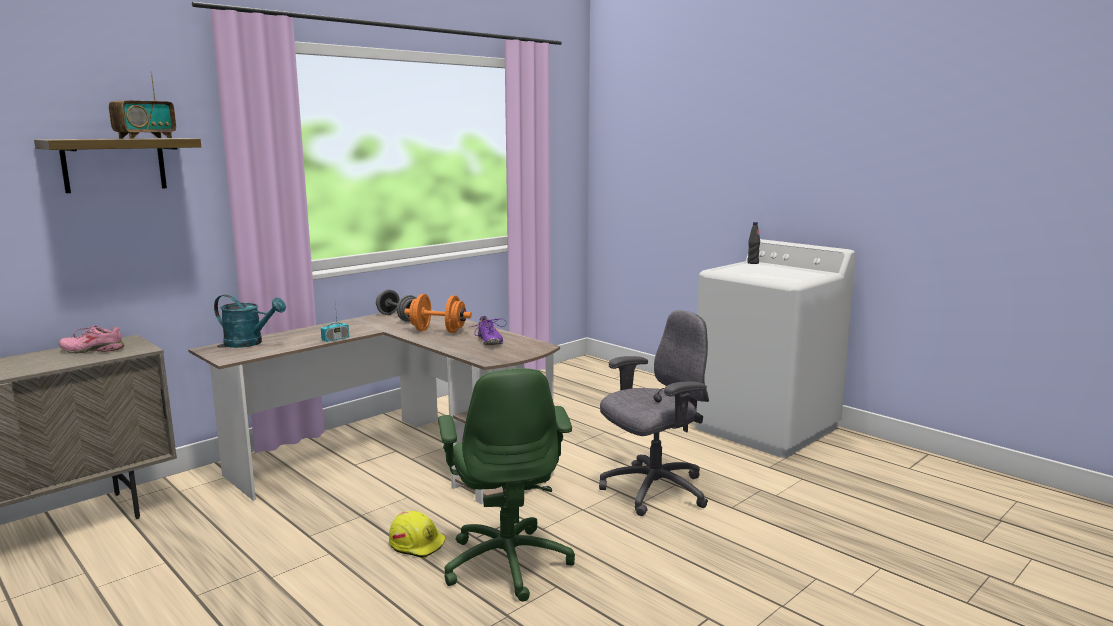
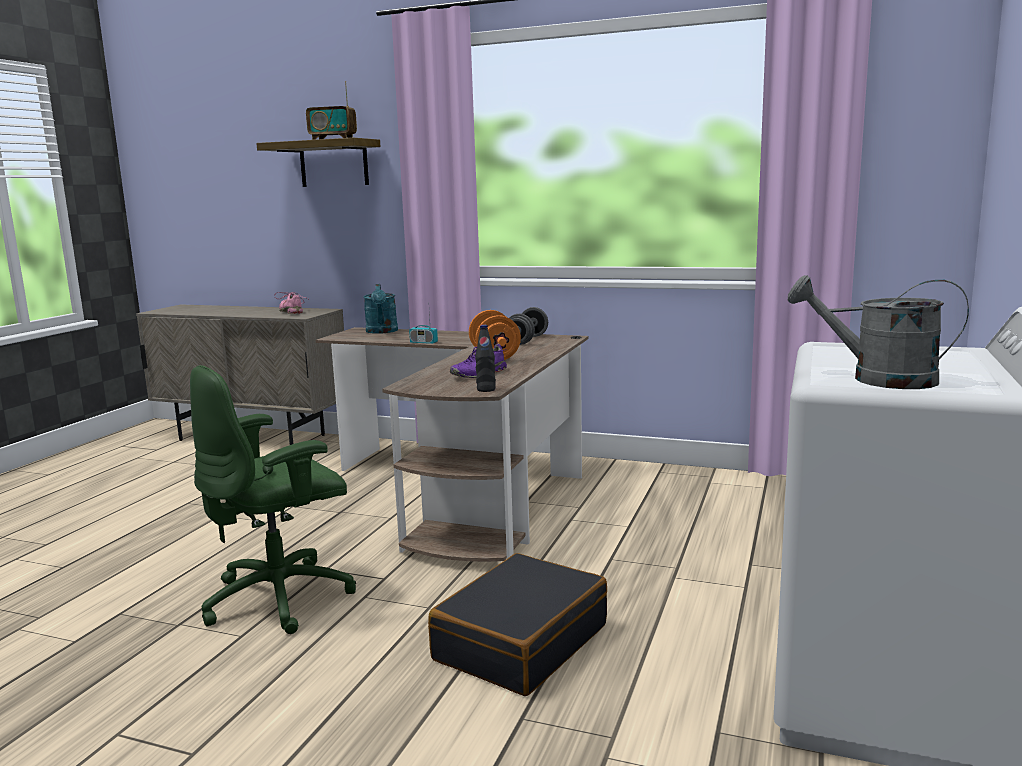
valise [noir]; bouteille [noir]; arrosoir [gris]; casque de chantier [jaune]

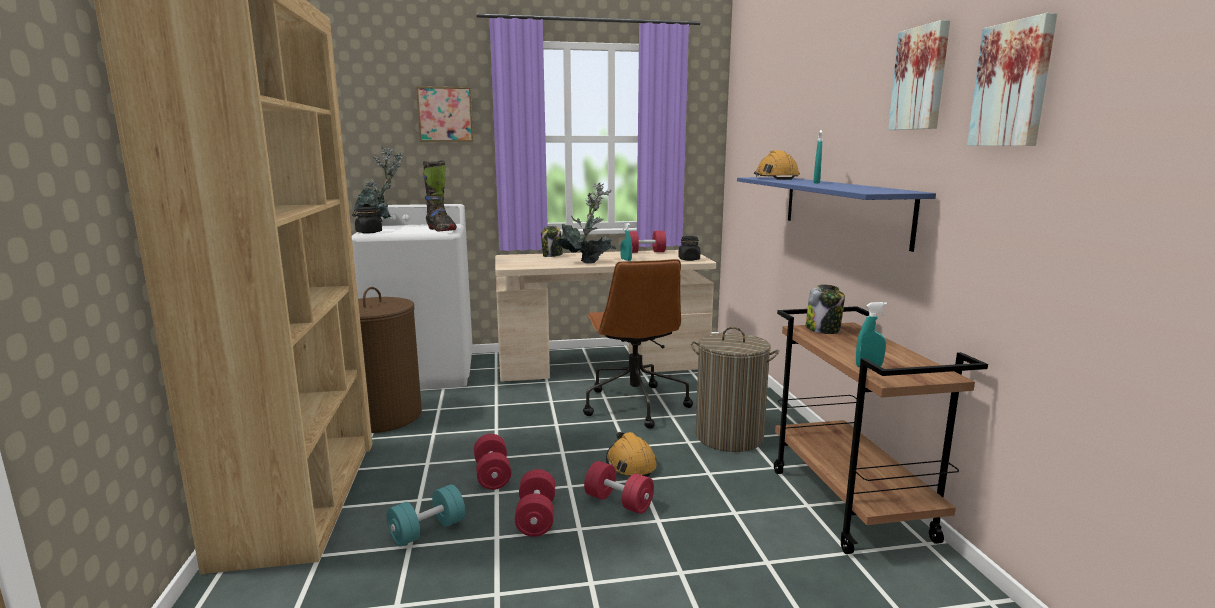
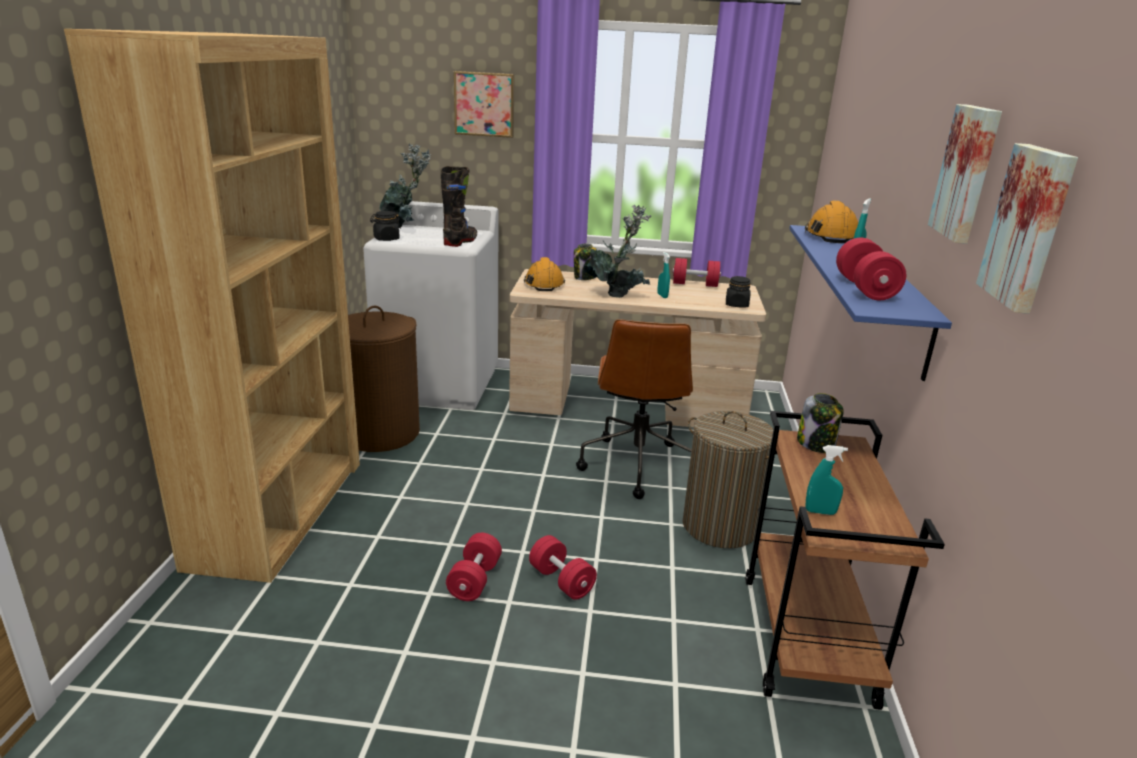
botte [noir]; casque de chantier [orange] (1st from left); haltère [rouge] (4th from left); haltère [turquoise]

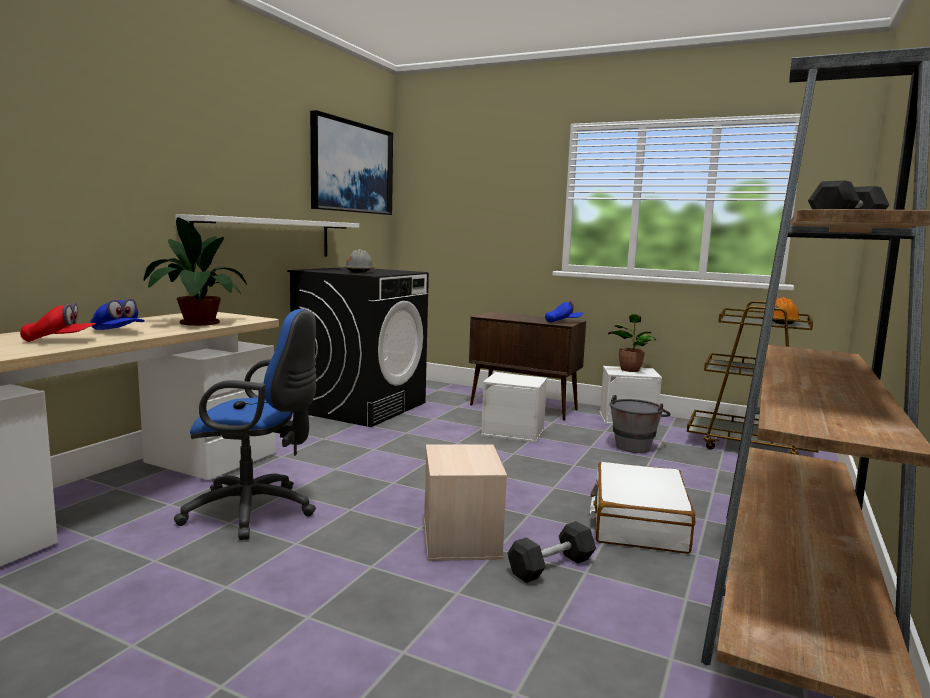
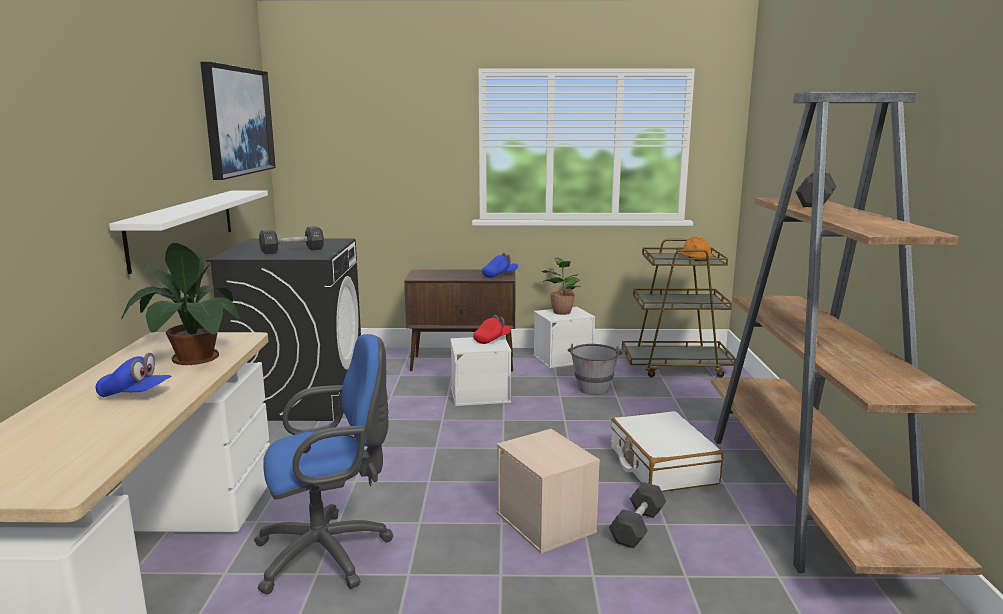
haltère [noir] (1st from left); casquette [rouge]

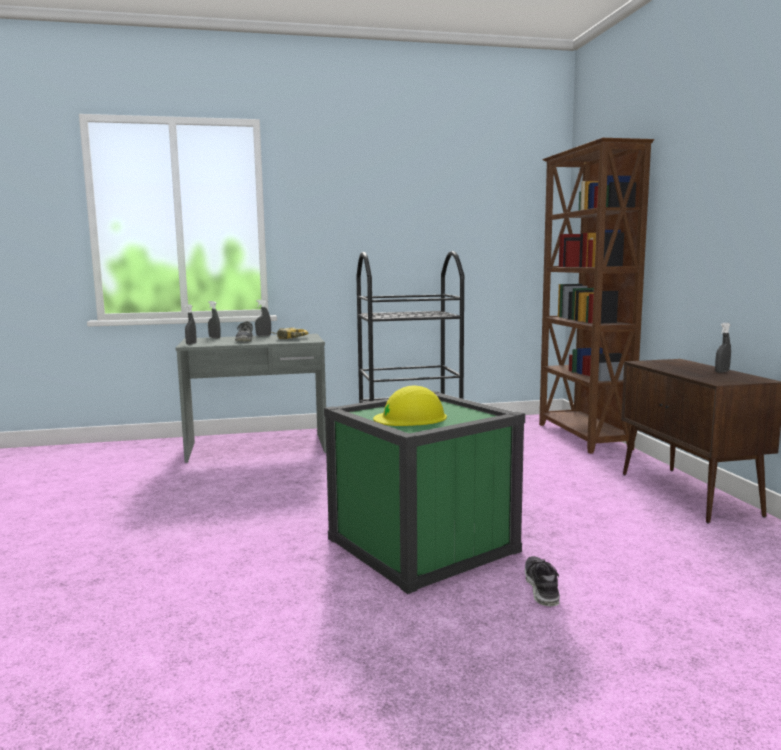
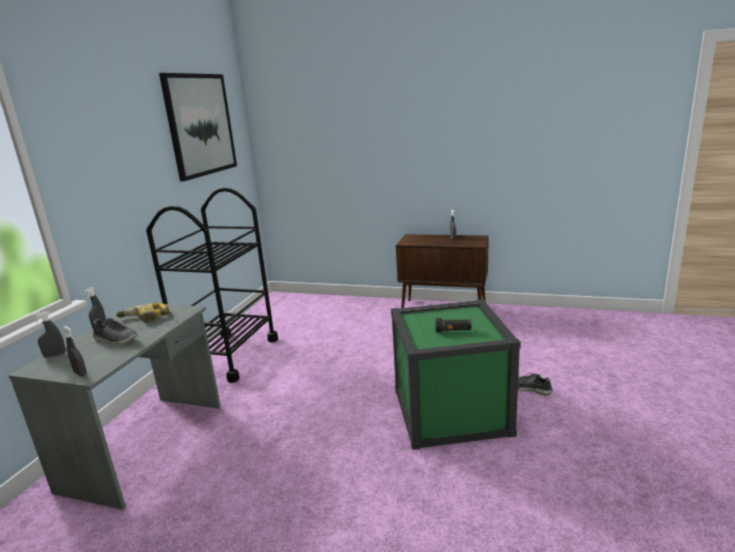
tableau; lampe de poche [noir]; bibliothèque [marron]

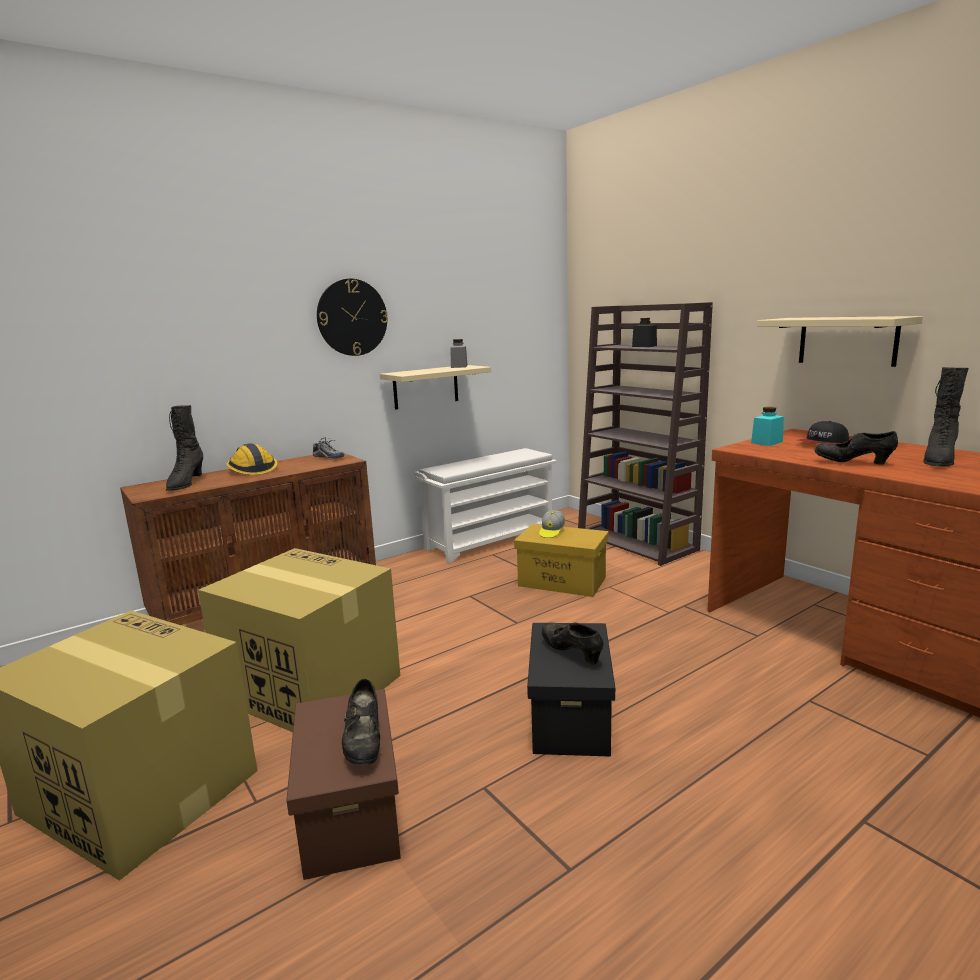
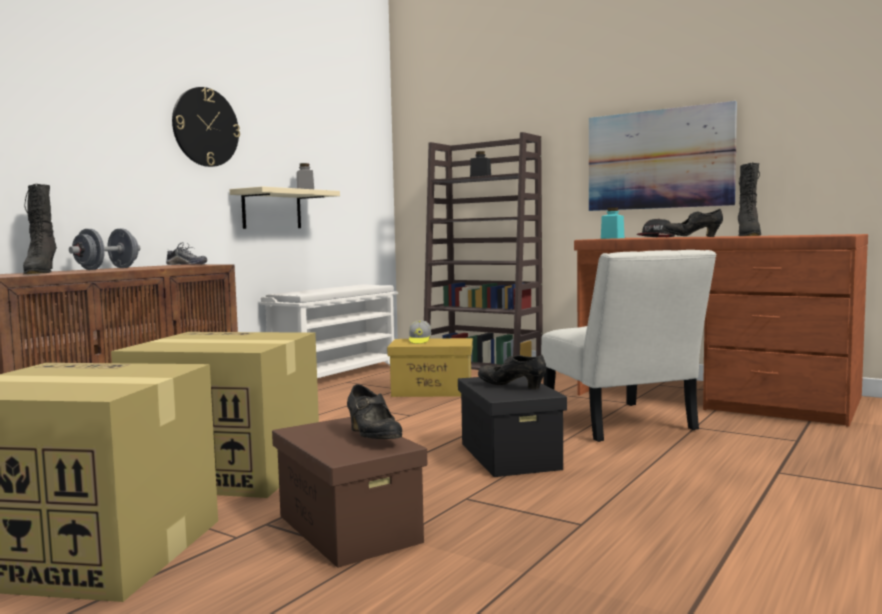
haltère [gris]; chaise [blanc]; tableau

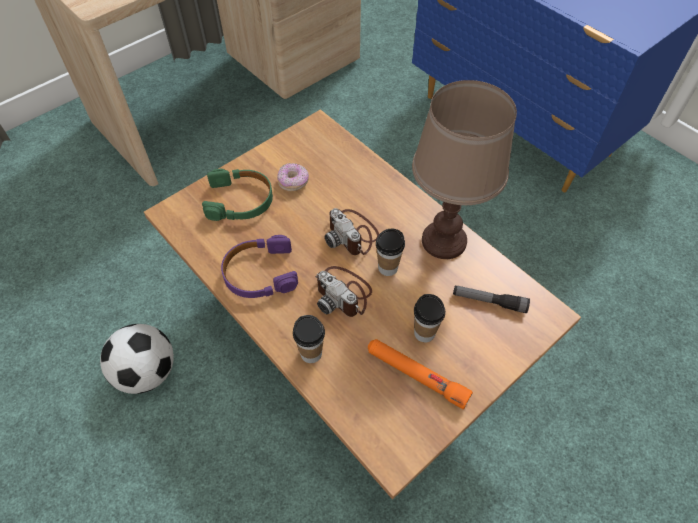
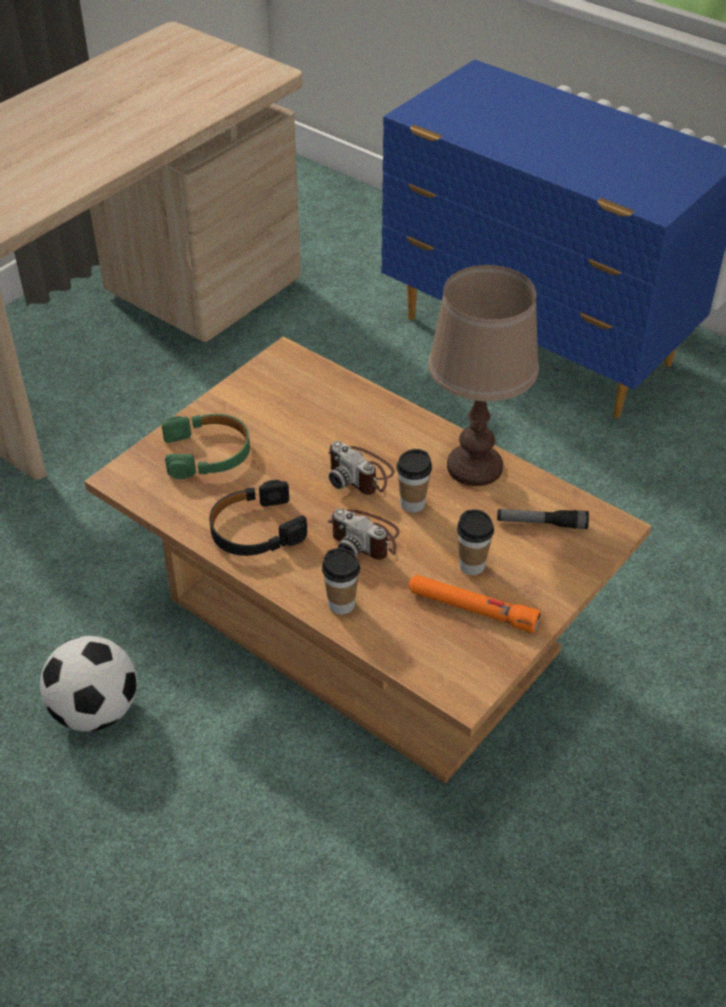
casque audio [noir]; beignet

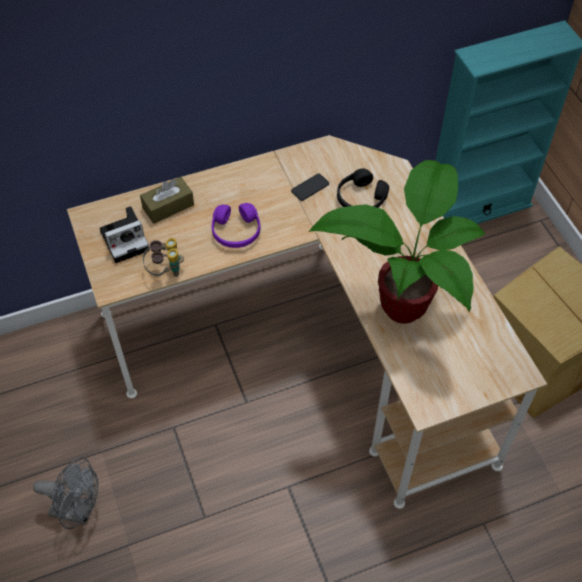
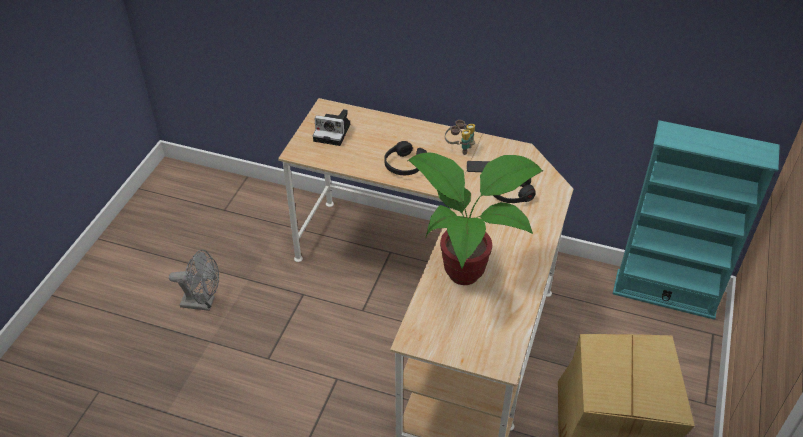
ventilateur [gris]; casque audio [noir] (1st from left); jumelles; boîte à mouchoirs [marron]

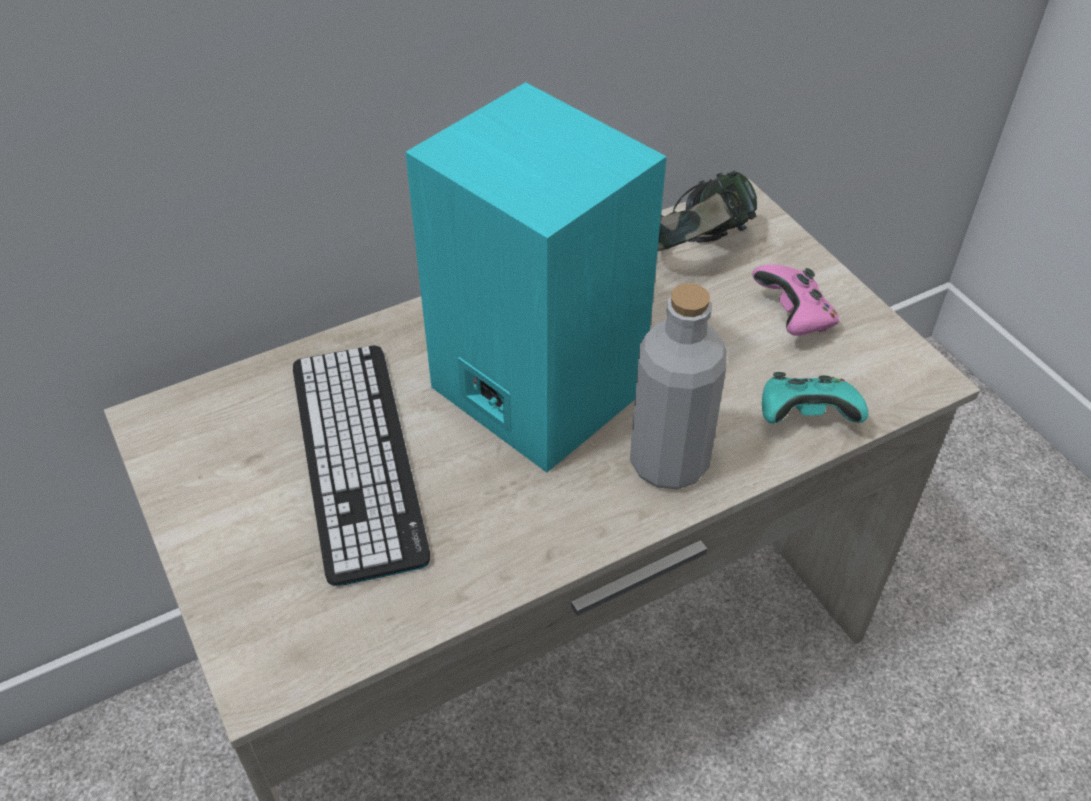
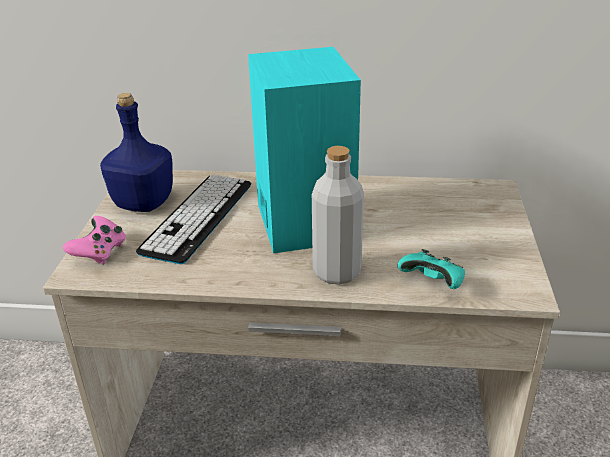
manette [rose]; bouteille [bleu]; casque audio

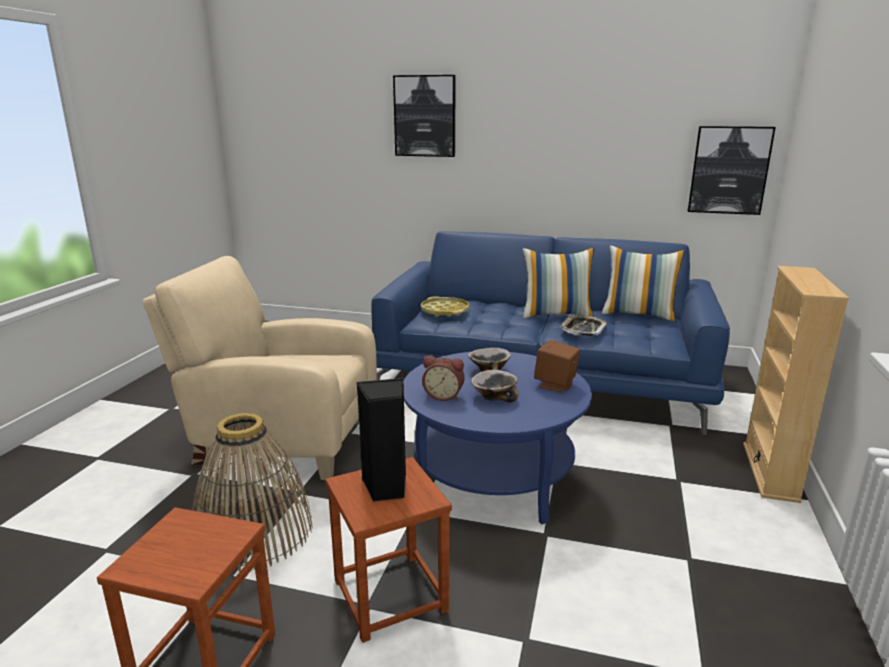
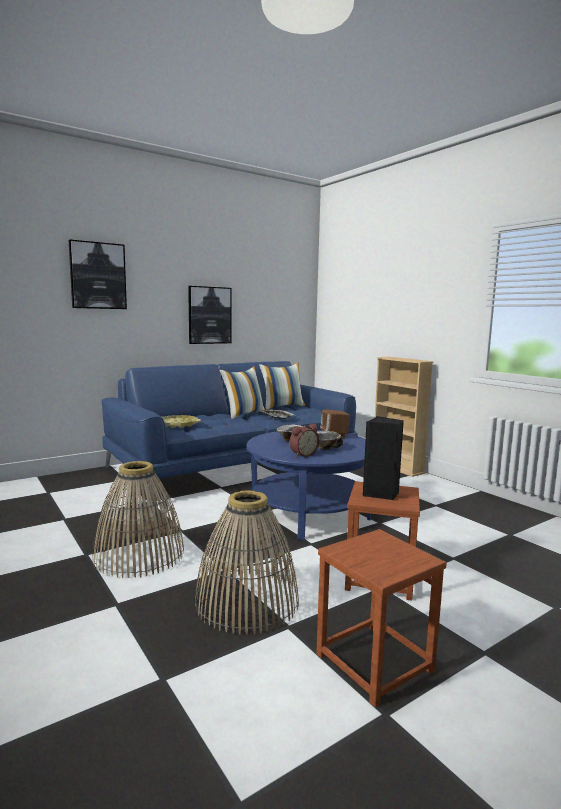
panier (1st from left); tableau (2nd from left)

